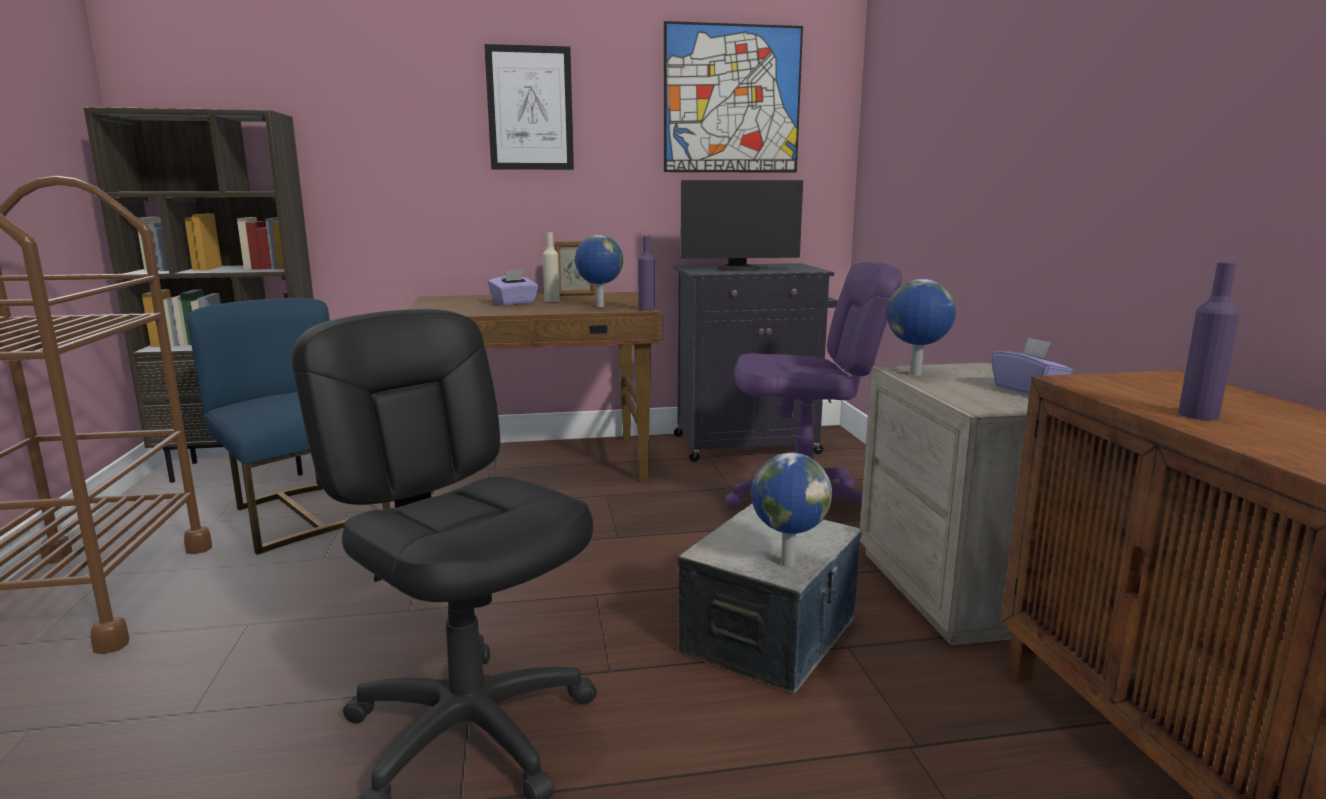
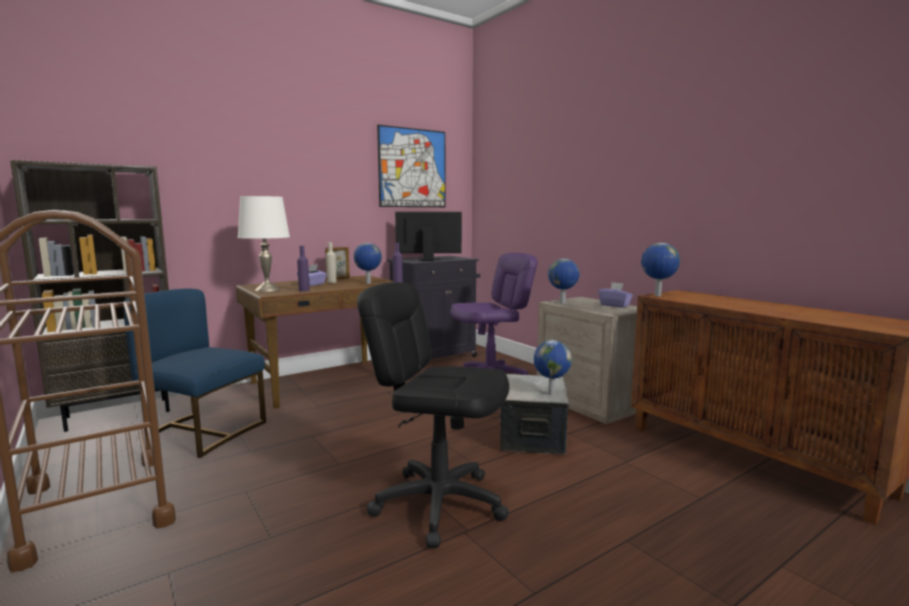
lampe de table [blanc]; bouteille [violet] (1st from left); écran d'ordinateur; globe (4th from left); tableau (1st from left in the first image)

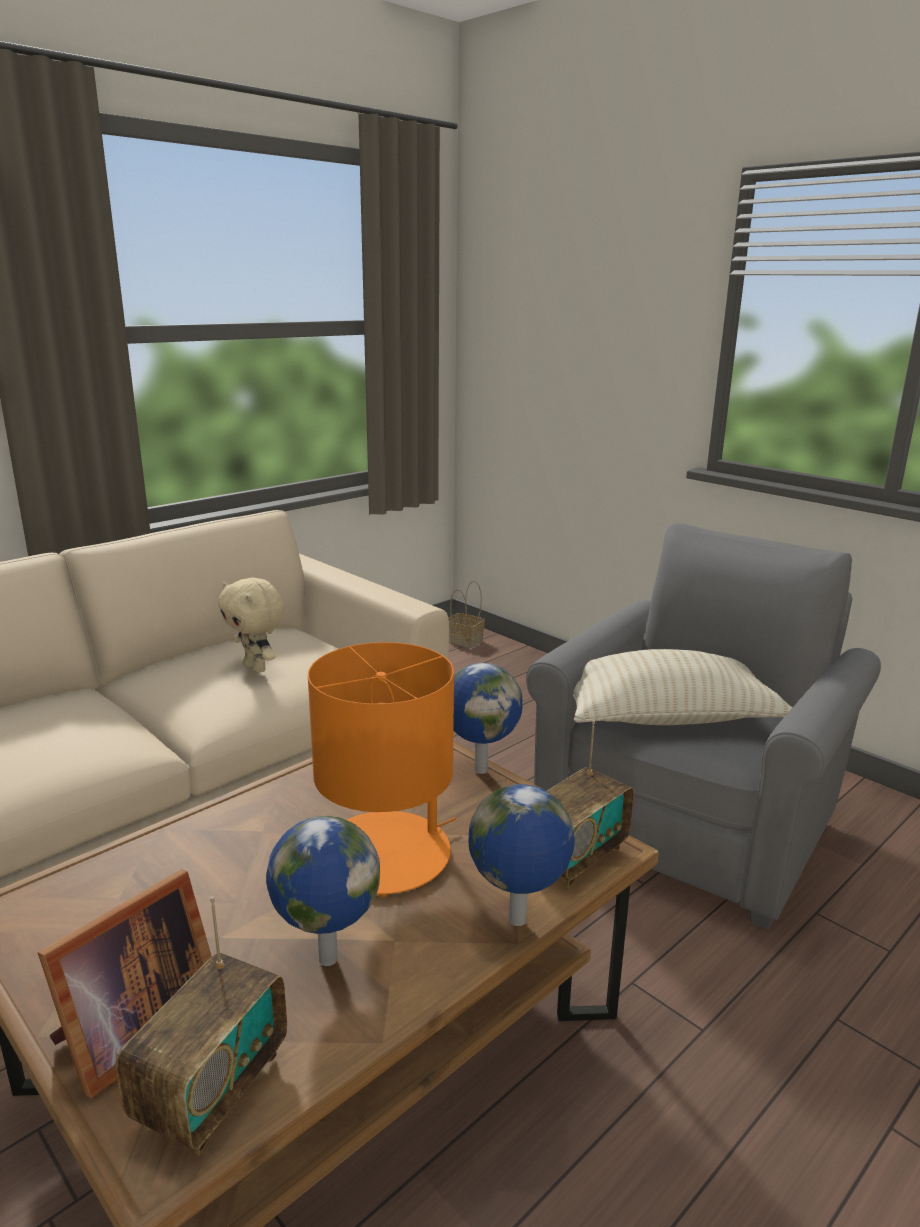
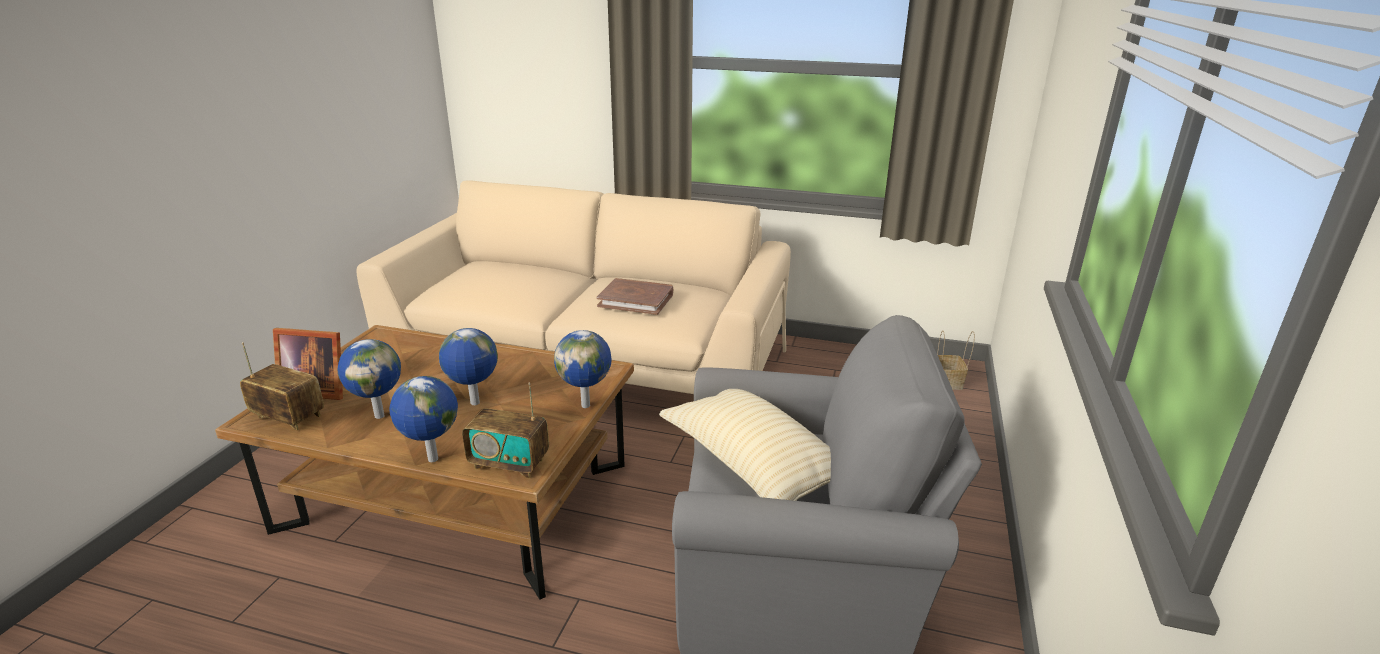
radio (1st from left); globe (3rd from left); livre [marron]

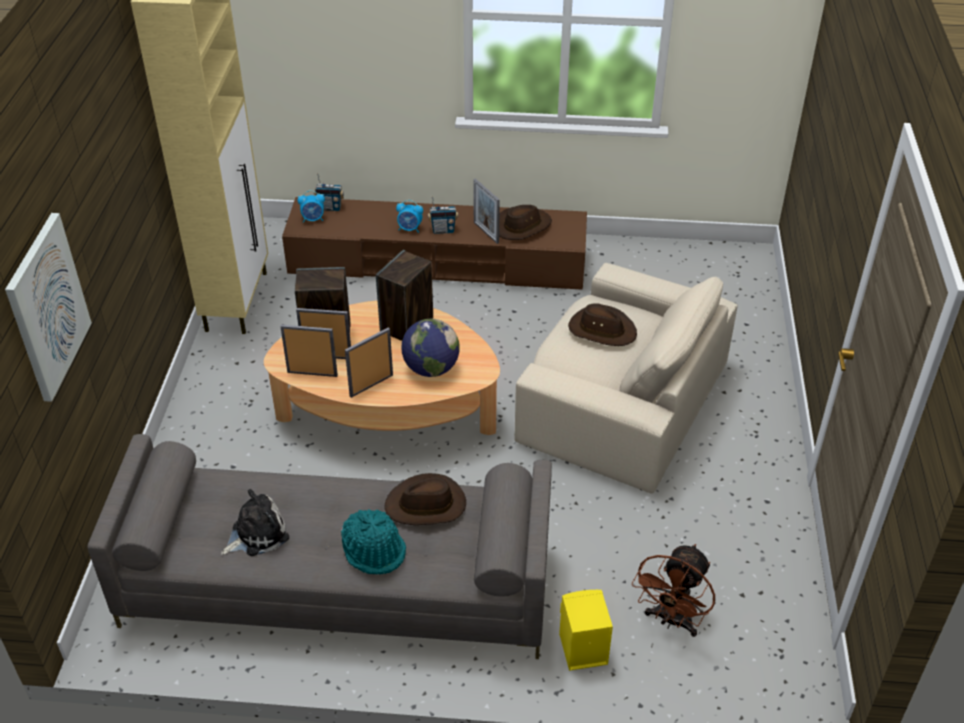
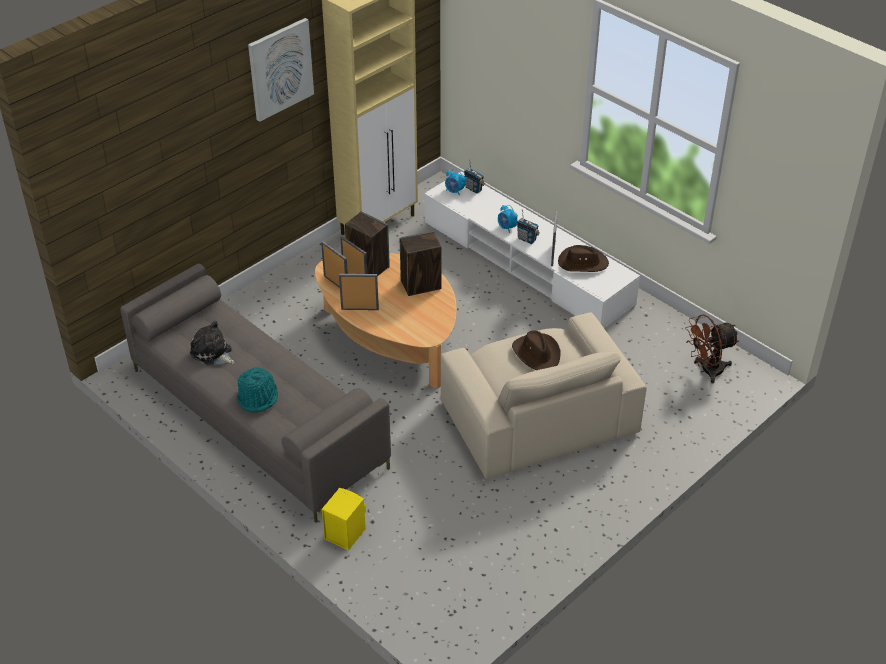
peluche; tableau; meuble télé [blanc]; ventilateur [marron]; chapeau [marron] (1st from left in the first image); globe

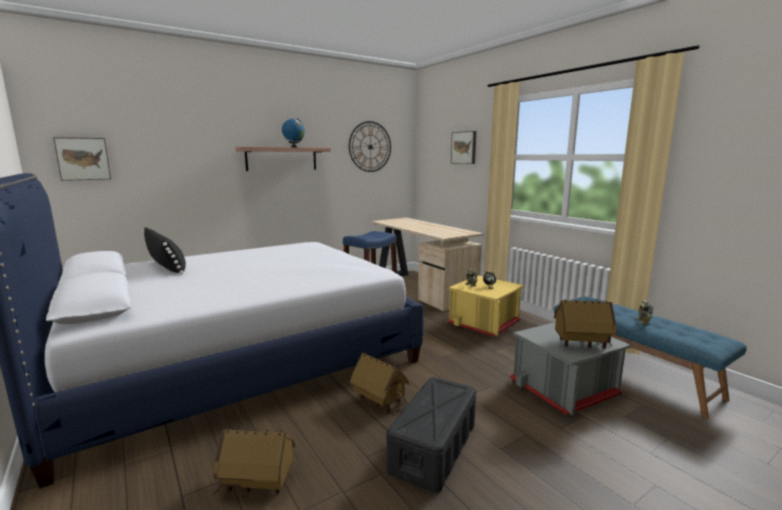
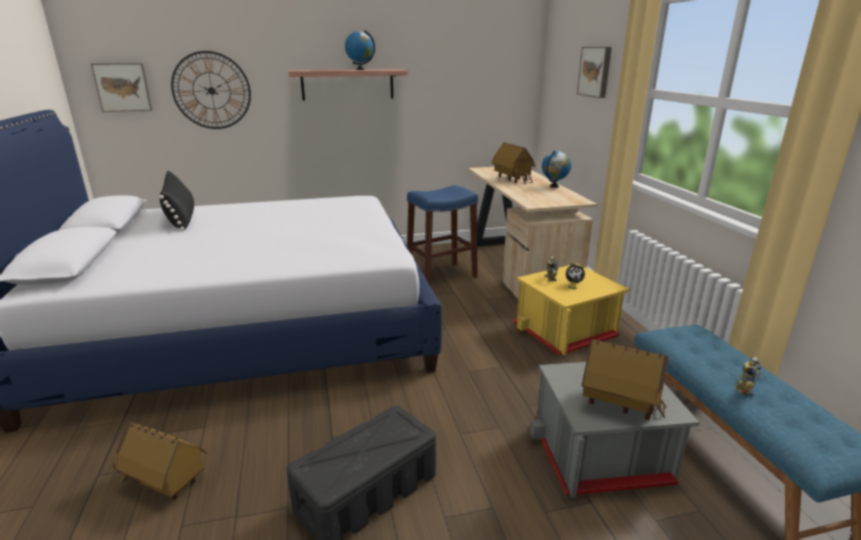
horloge murale; maison miniature (2nd from left); globe (2nd from left)

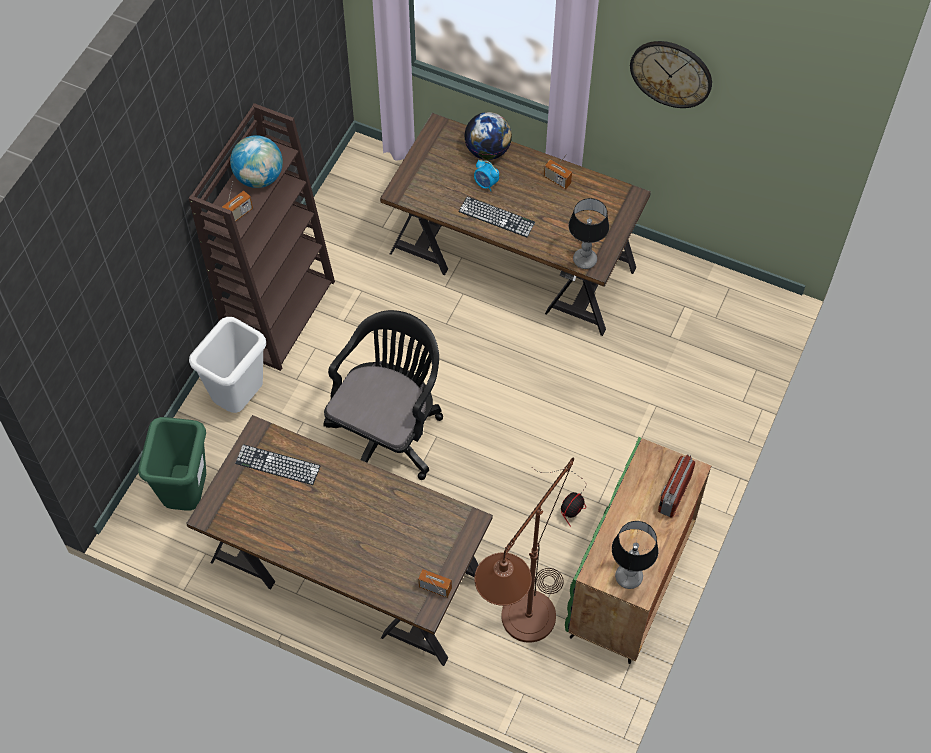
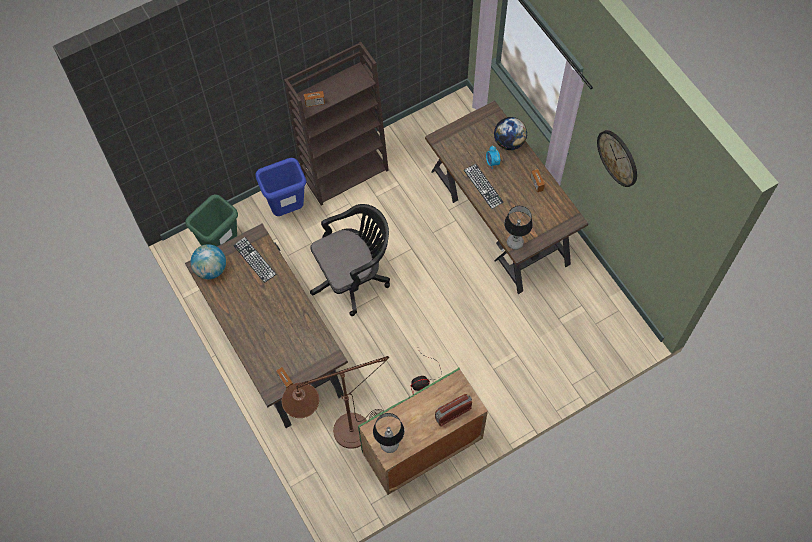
globe (1st from left); poubelle [bleu]

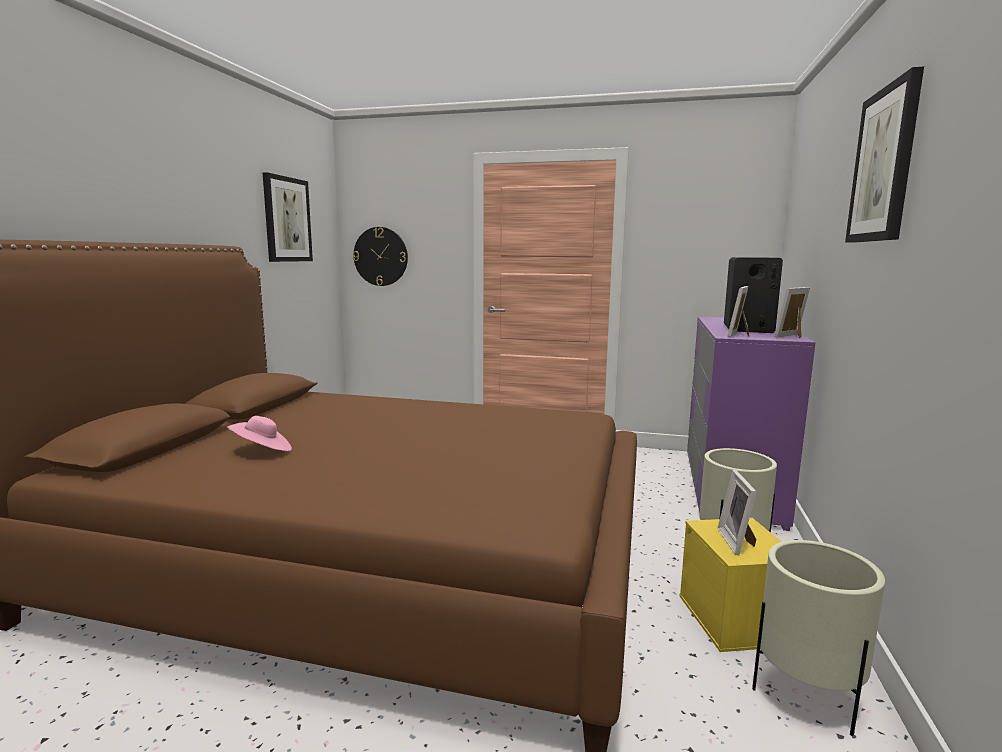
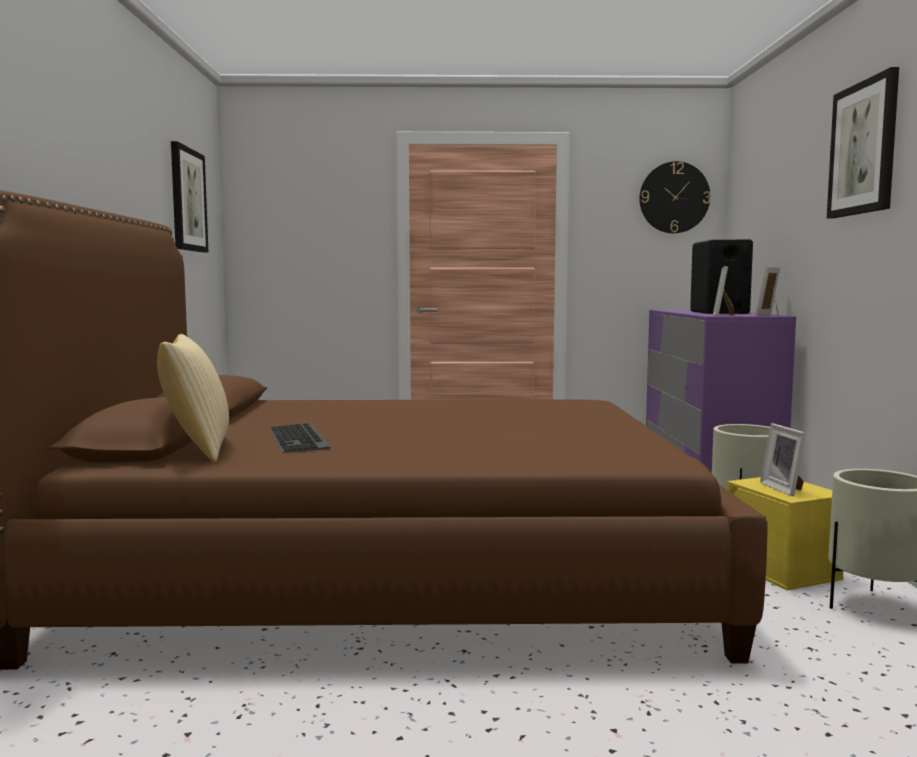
coussin; clavier; horloge murale

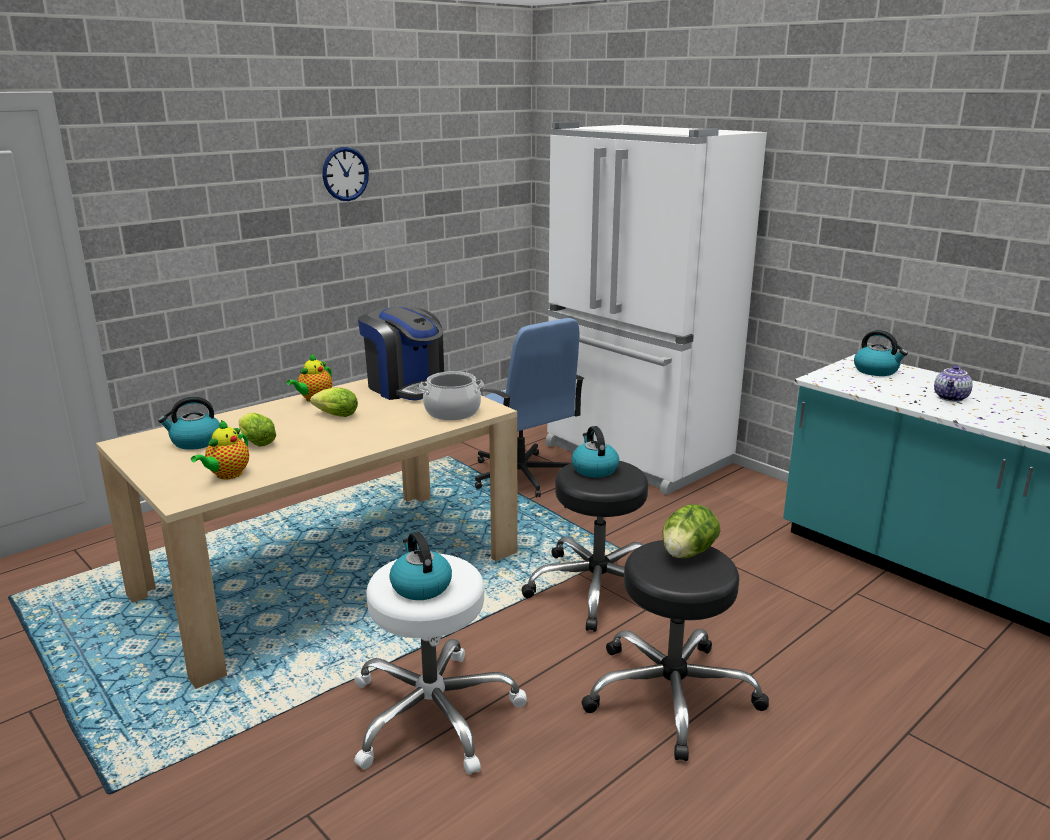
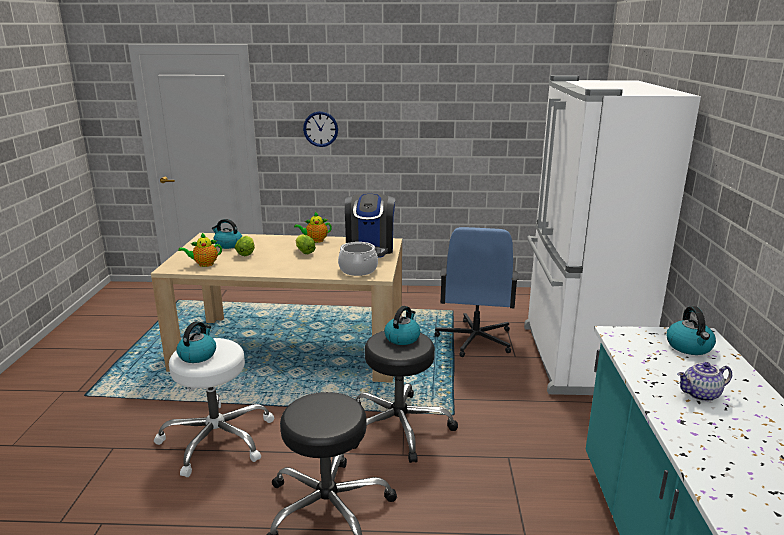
horloge murale; laitue (3rd from left in the first image)

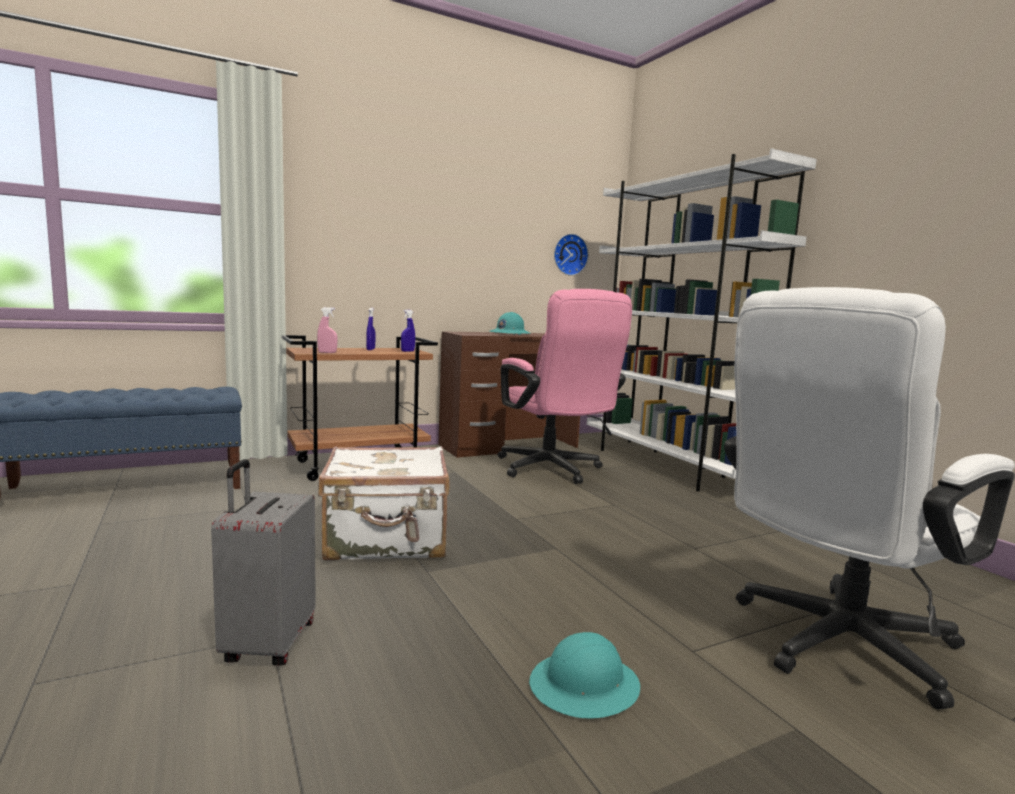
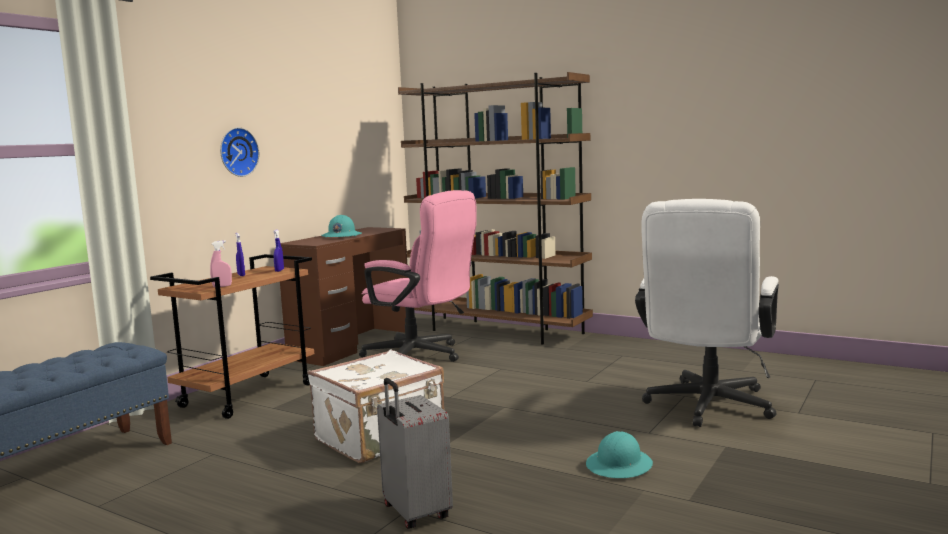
horloge murale; bibliothèque [marron]

